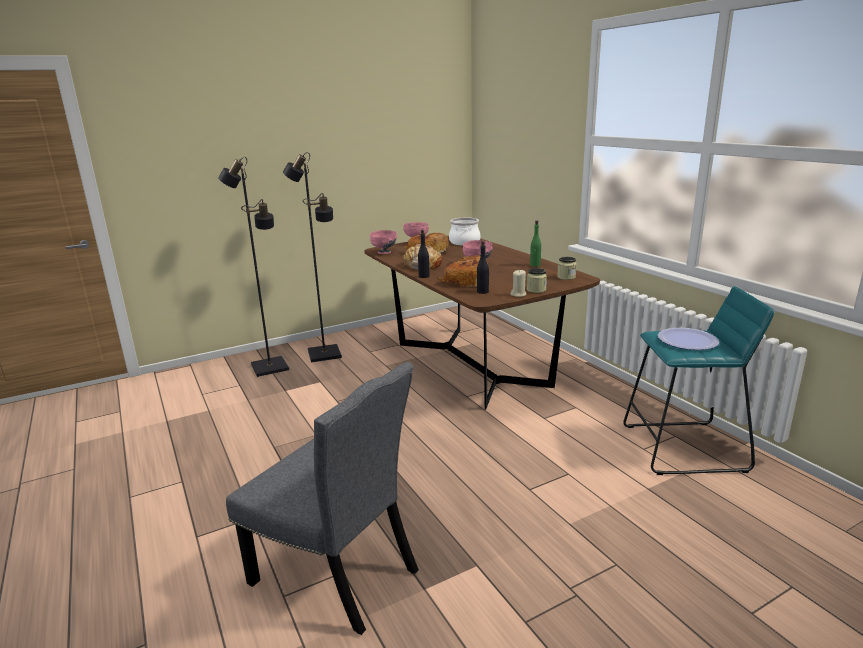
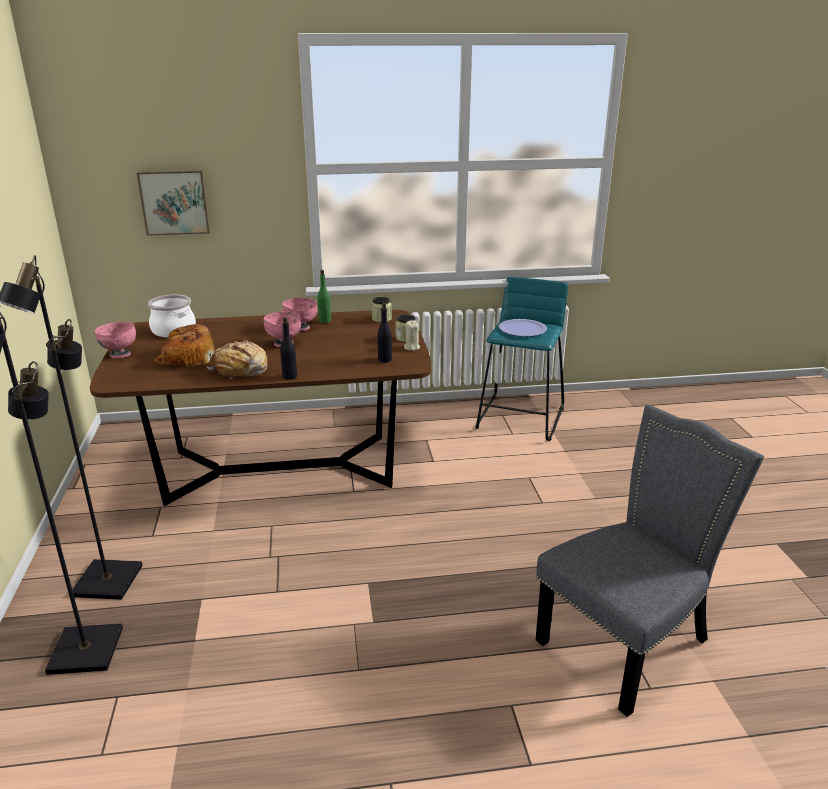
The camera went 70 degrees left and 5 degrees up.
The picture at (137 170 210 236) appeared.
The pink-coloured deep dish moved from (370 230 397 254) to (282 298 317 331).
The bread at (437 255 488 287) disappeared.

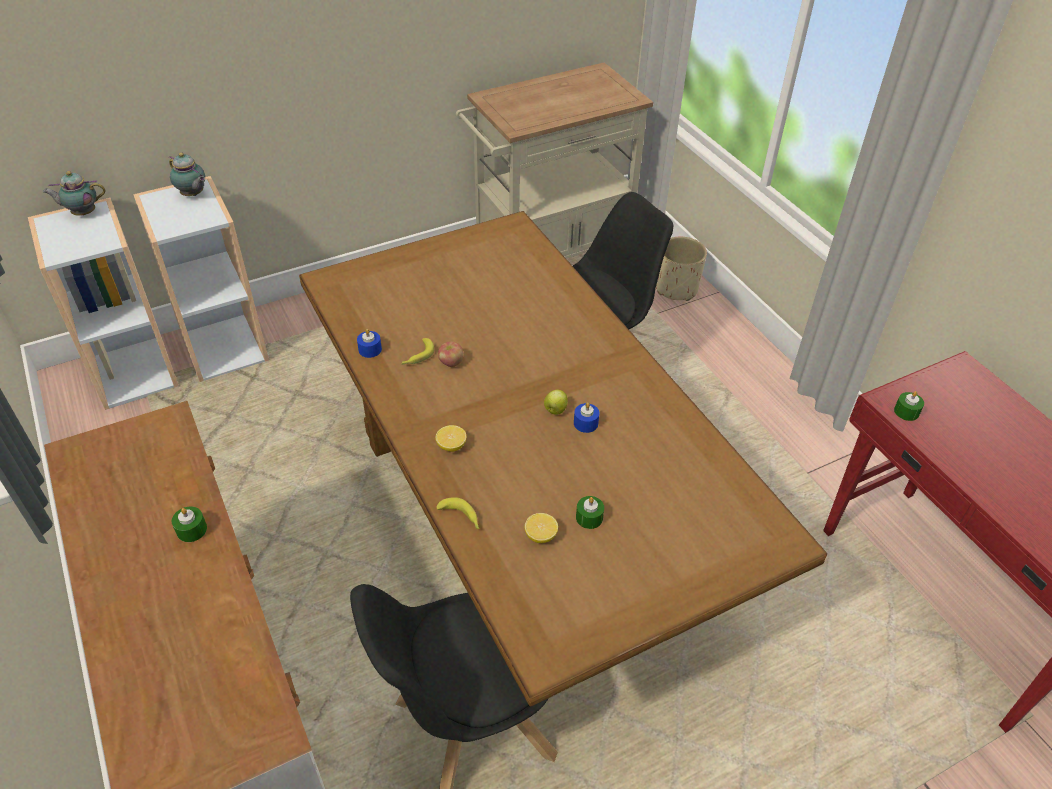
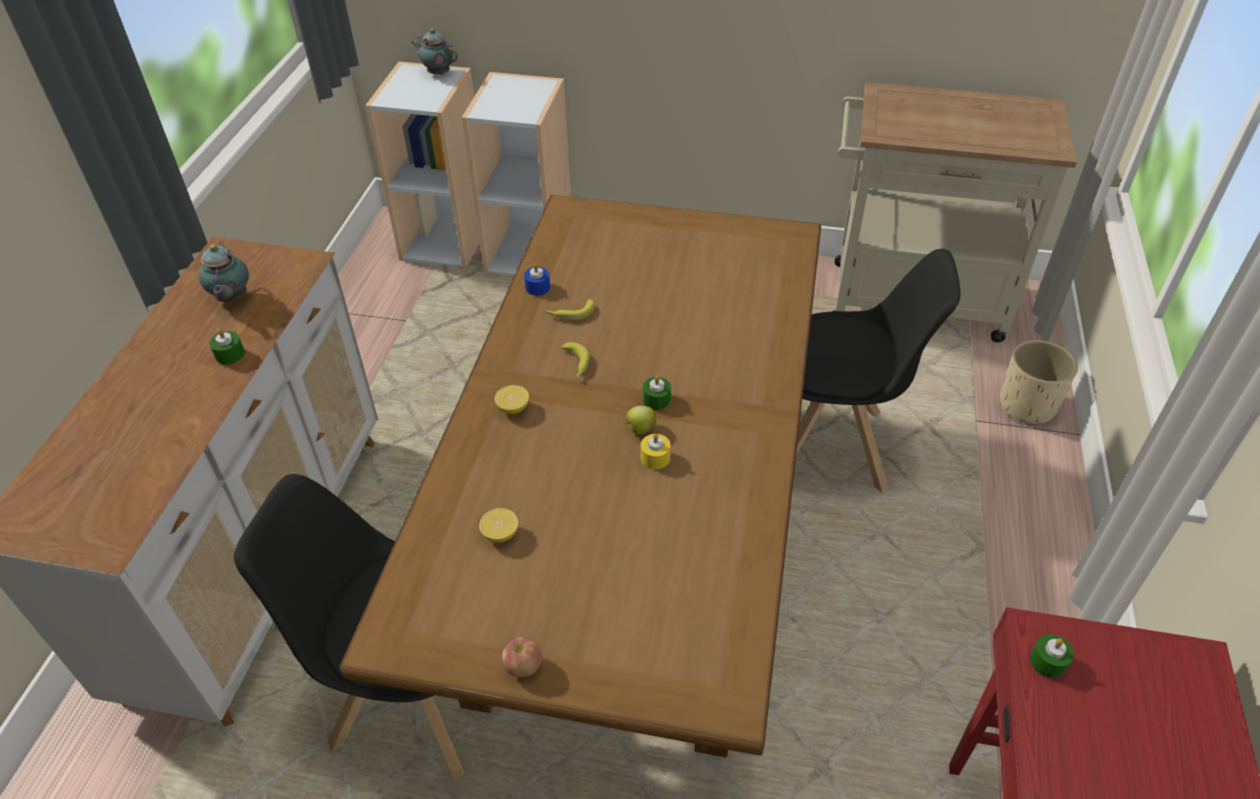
The camera went 40 degrees right and 0 degrees up.
The pot for tea moved from (169 152 205 196) to (199 241 249 302).
The whole apple moved from (438 341 464 367) to (502 637 542 677).
The banana fruit moved from (437 497 479 529) to (562 342 590 378).
The blue-coloured wax candle at (574 403 599 433) became the yellow-coloured wax candle at (641 434 671 469).
The green-coloured wax candle moved from (576 496 604 529) to (643 375 671 410).

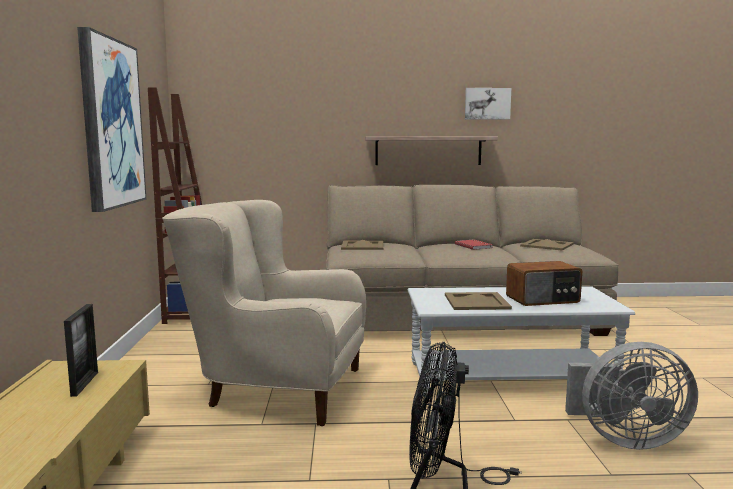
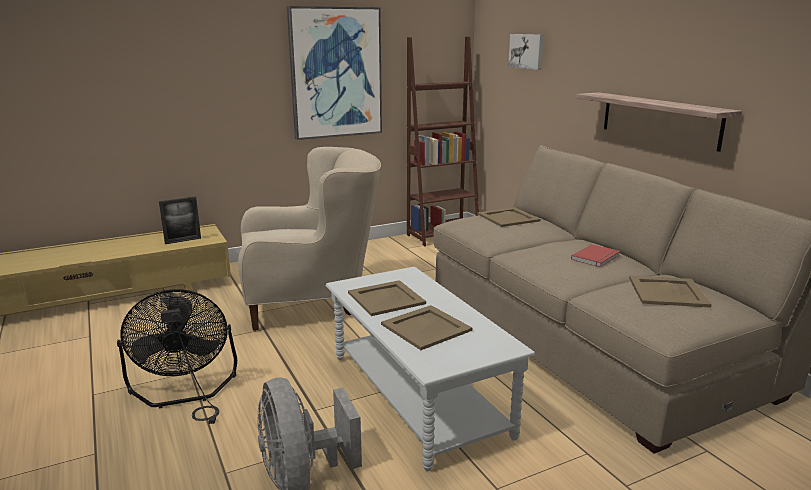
The camera went 65 degrees right and 10 degrees up.
The beige-coloured lounge chair at (162 200 366 426) turned 90 degrees clockwise.
The radio set at (506 261 582 306) was replaced by the beige-coloured serving tray at (381 305 472 350).
The picture moved from (465 88 511 120) to (508 34 544 70).

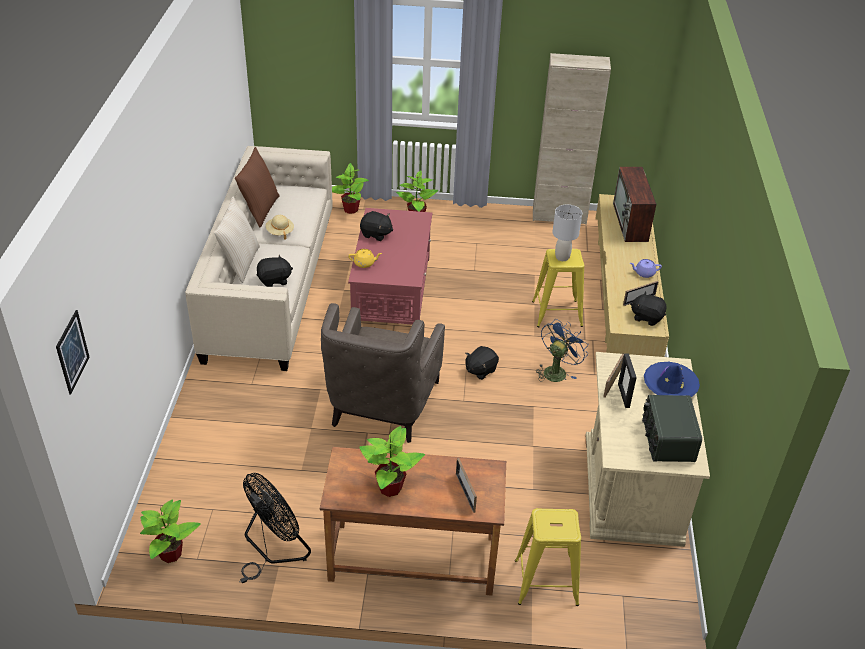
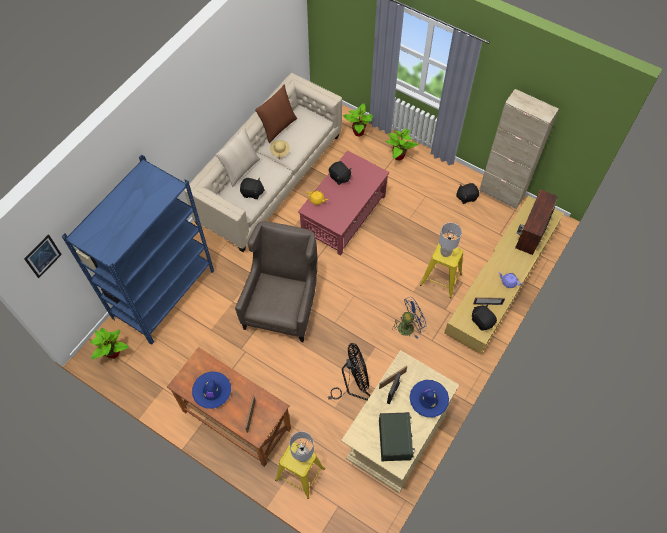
The camera went 30 degrees right and 20 degrees up.
The blue-coloured shelving unit at (62 154 214 345) appeared.
The houseplant at (359 426 425 497) was replaced by the blue-coloured wearable hat at (192 372 231 409).
The gray lounge chair at (321 303 445 443) turned 150 degrees clockwise.
The gray tabletop lamp at (289 431 314 462) appeared.
The black cooling fan moved from (239 473 311 583) to (328 343 371 400).
The radio set at (642 395 702 462) turned 150 degrees clockwise.
The black soft toy moved from (465 346 499 380) to (456 183 479 204).

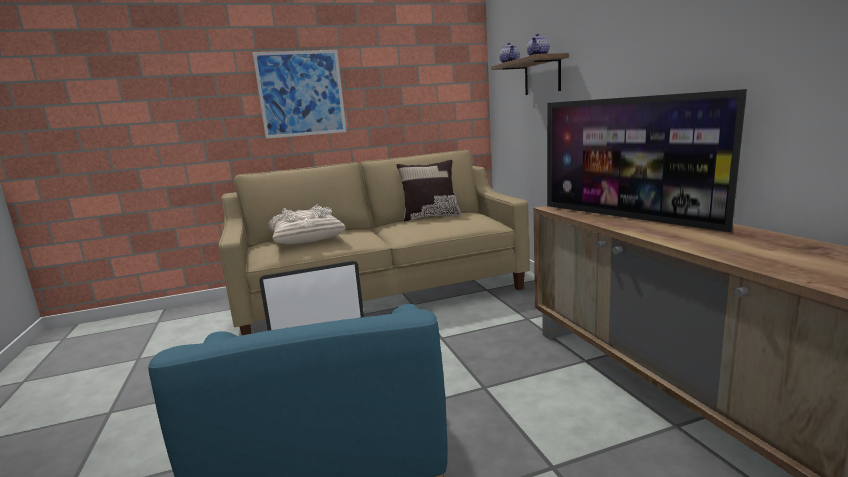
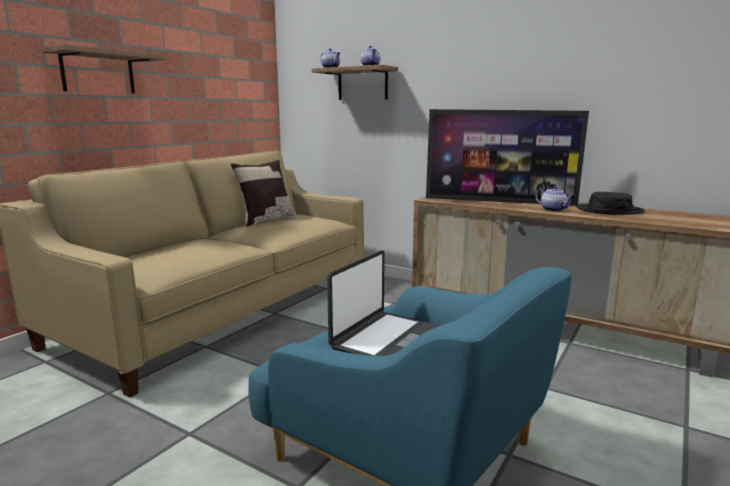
The camera went 40 degrees left and 0 degrees up.
The picture at (253 50 346 139) was replaced by the wall shelf at (41 44 166 93).
The pot for tea at (535 186 575 212) appeared.
The black wearable hat at (576 192 645 215) appeared.
The beige-coloured throw pillow at (267 205 346 244) disappeared.

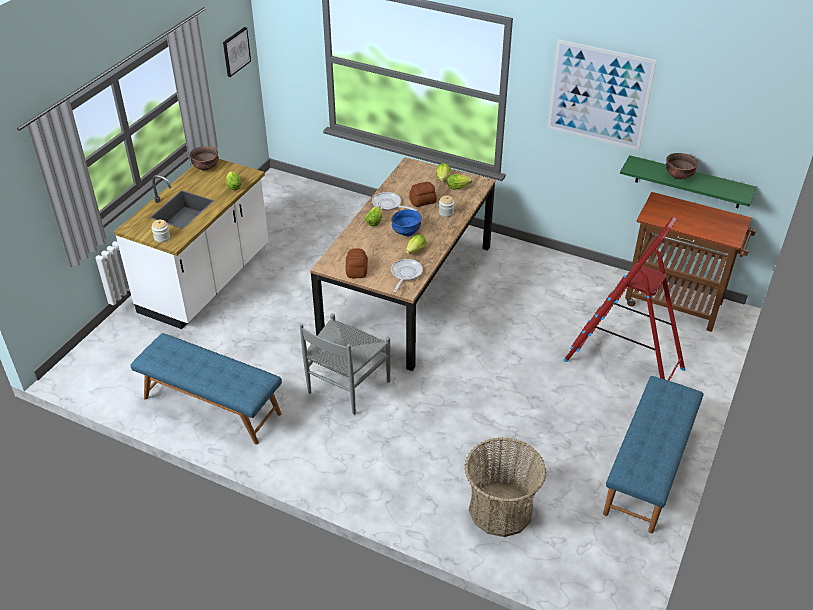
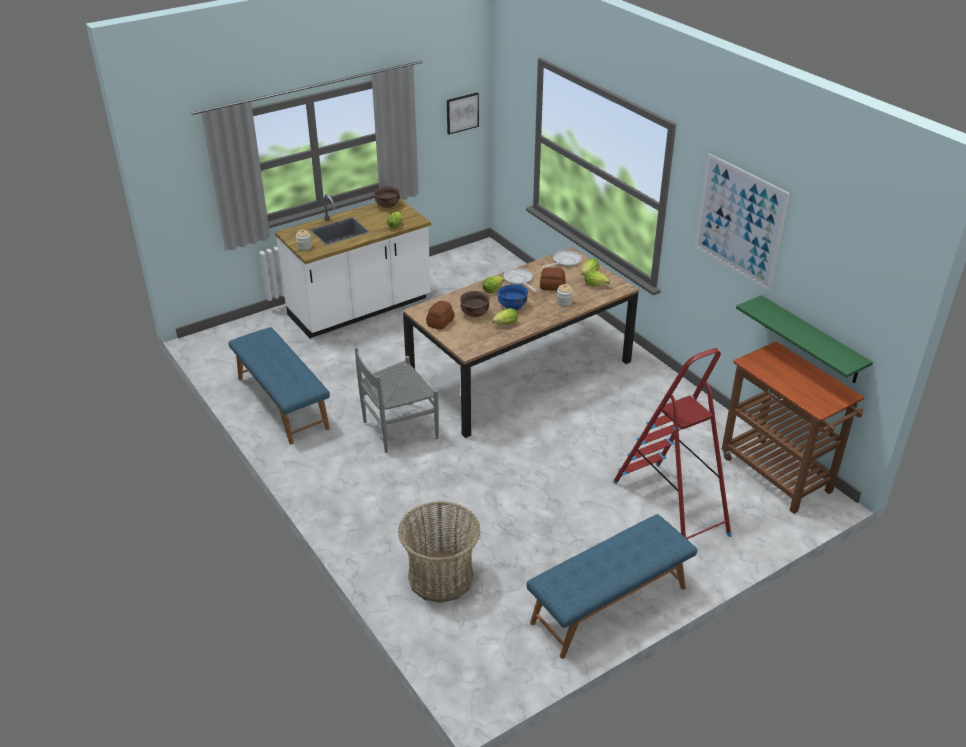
The camera went 30 degrees right and 5 degrees down.
The brownish deep dish moved from (666 153 698 179) to (460 291 490 317).
The pan moved from (391 259 423 292) to (542 250 582 268).

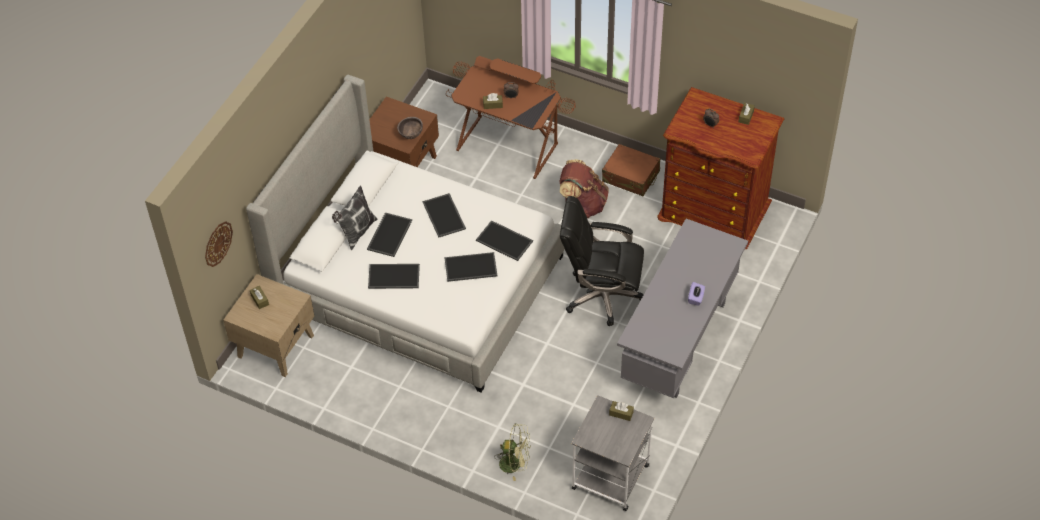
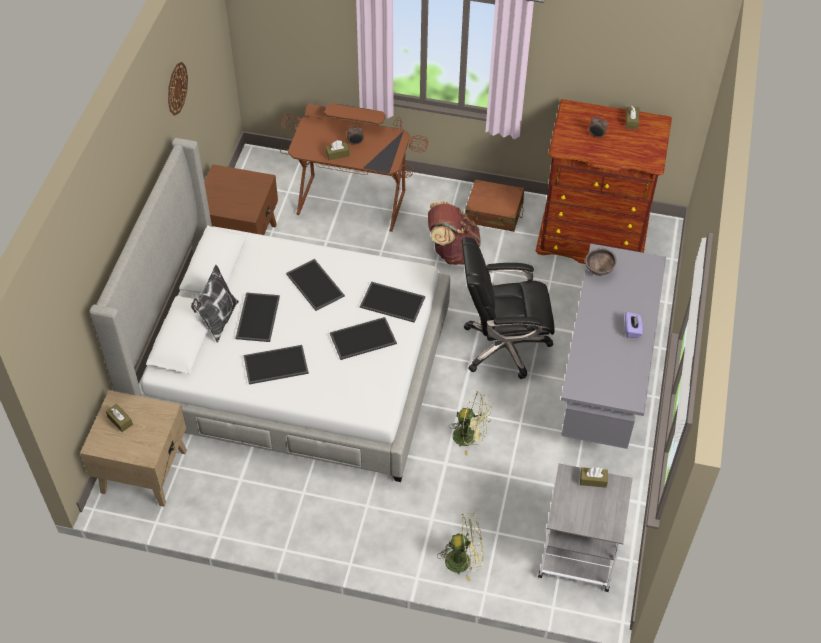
The camera went 15 degrees left and 0 degrees up.
The clock on the wall moved from (205 221 233 267) to (168 62 188 116).
The green-coloured cooling fan at (449 392 492 455) appeared.
The brownish deep dish moved from (397 117 423 139) to (585 248 617 276).

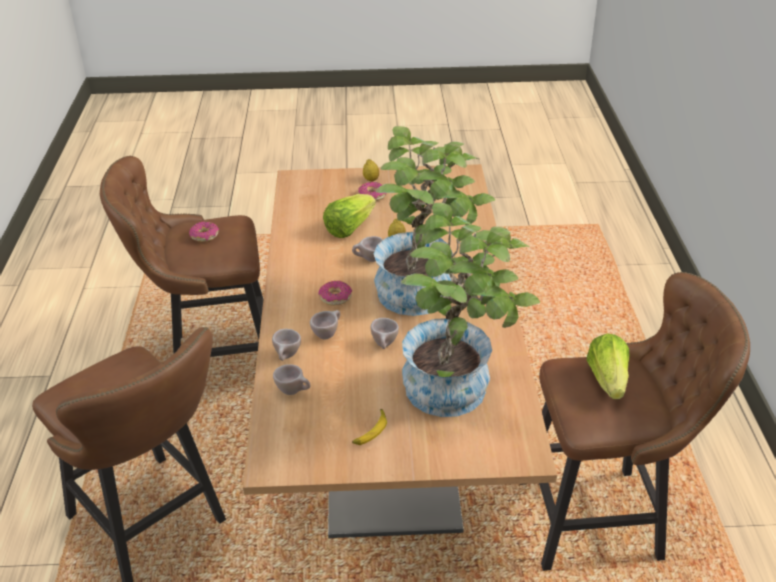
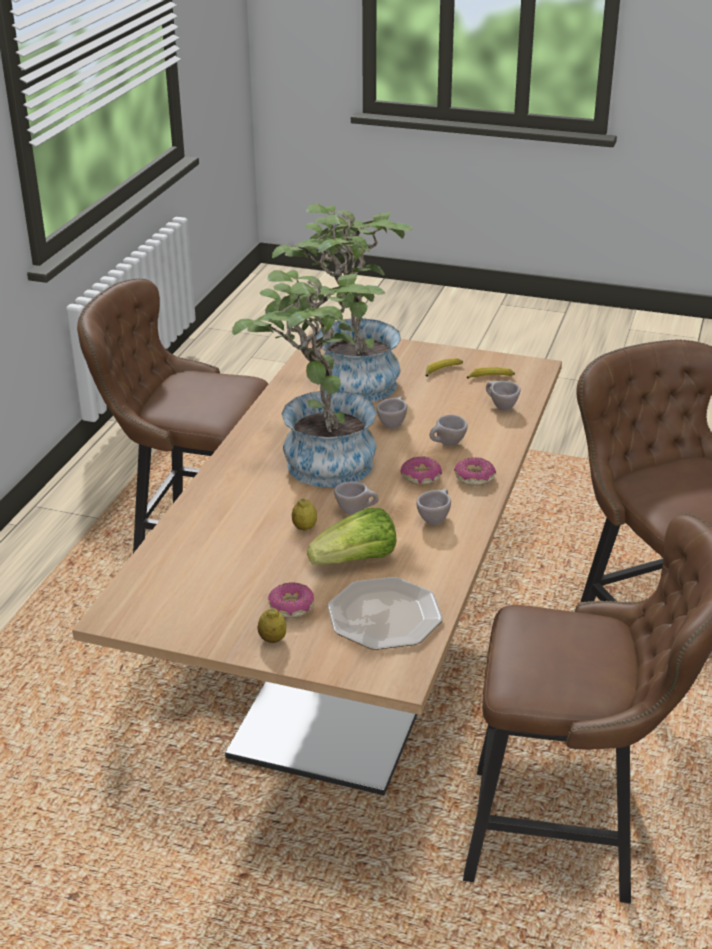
The camera went 160 degrees left and 5 degrees down.
The plate at (327 577 443 650) appeared.
The beige-coloured drinking cup moved from (272 329 301 361) to (417 489 451 525).
The doughnut moved from (189 221 219 242) to (454 457 496 486).
The banana fruit at (467 367 515 379) appeared.
The lettuce head at (587 333 630 399) disappeared.

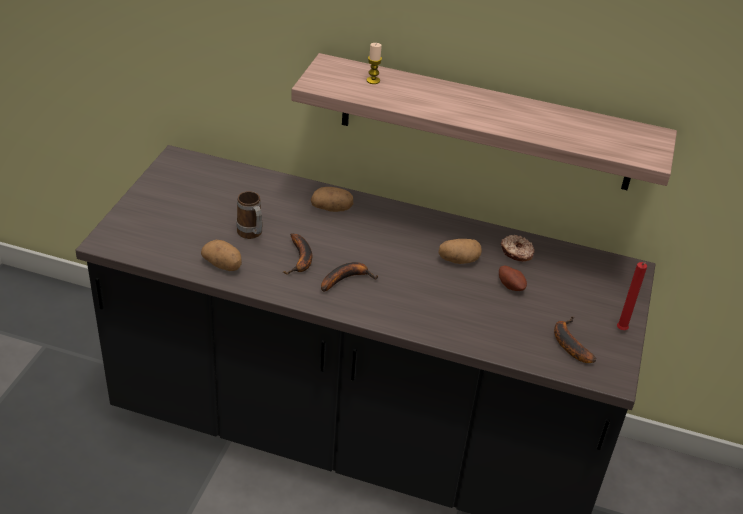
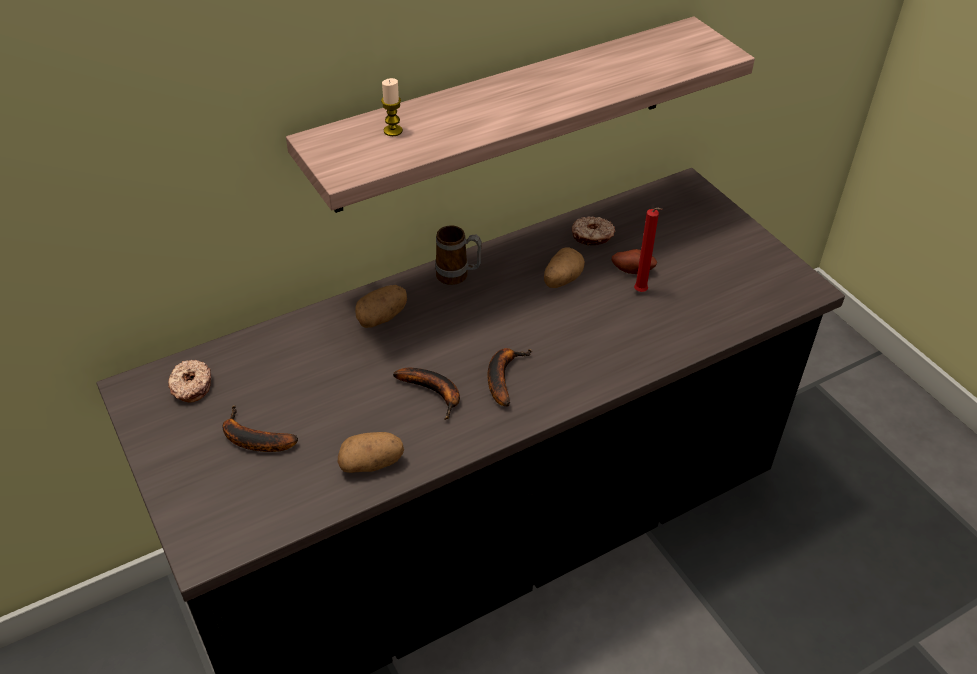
The camera went 45 degrees left and 5 degrees up.
The doughnut at (168 360 211 403) appeared.
The banana fruit moved from (554 317 596 363) to (222 406 298 452).
The mug moved from (236 191 263 239) to (435 225 482 285).
The reddish wax candle moved from (617 262 647 330) to (634 208 663 292).

